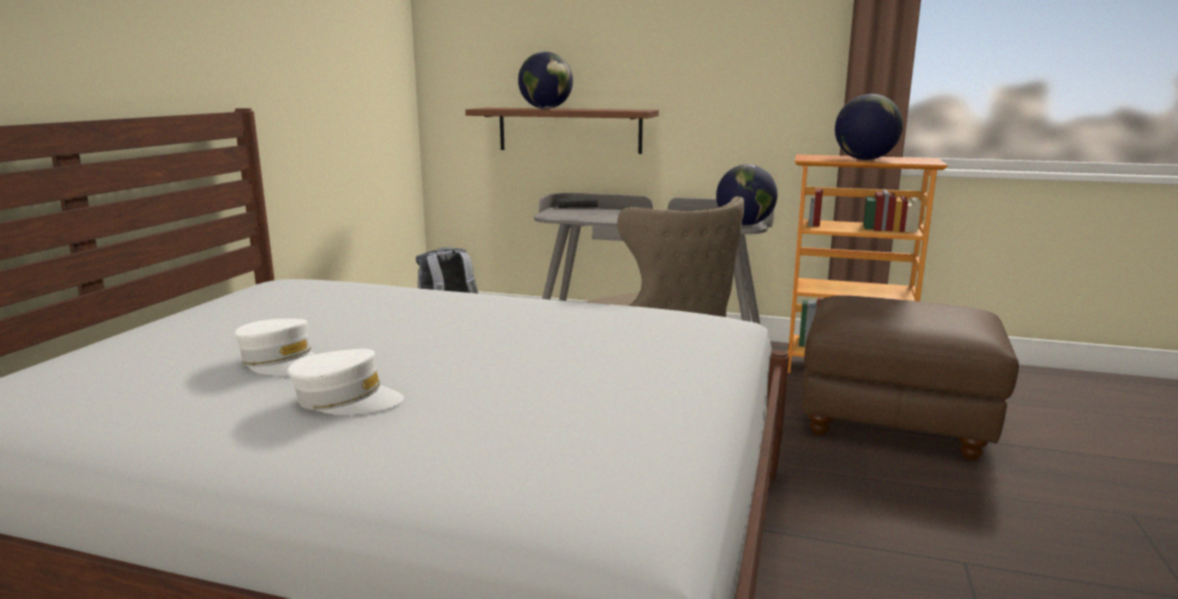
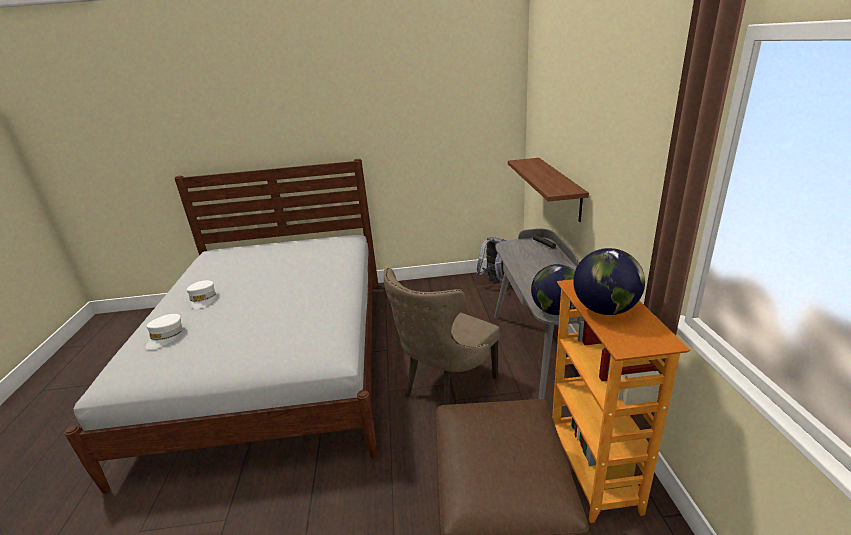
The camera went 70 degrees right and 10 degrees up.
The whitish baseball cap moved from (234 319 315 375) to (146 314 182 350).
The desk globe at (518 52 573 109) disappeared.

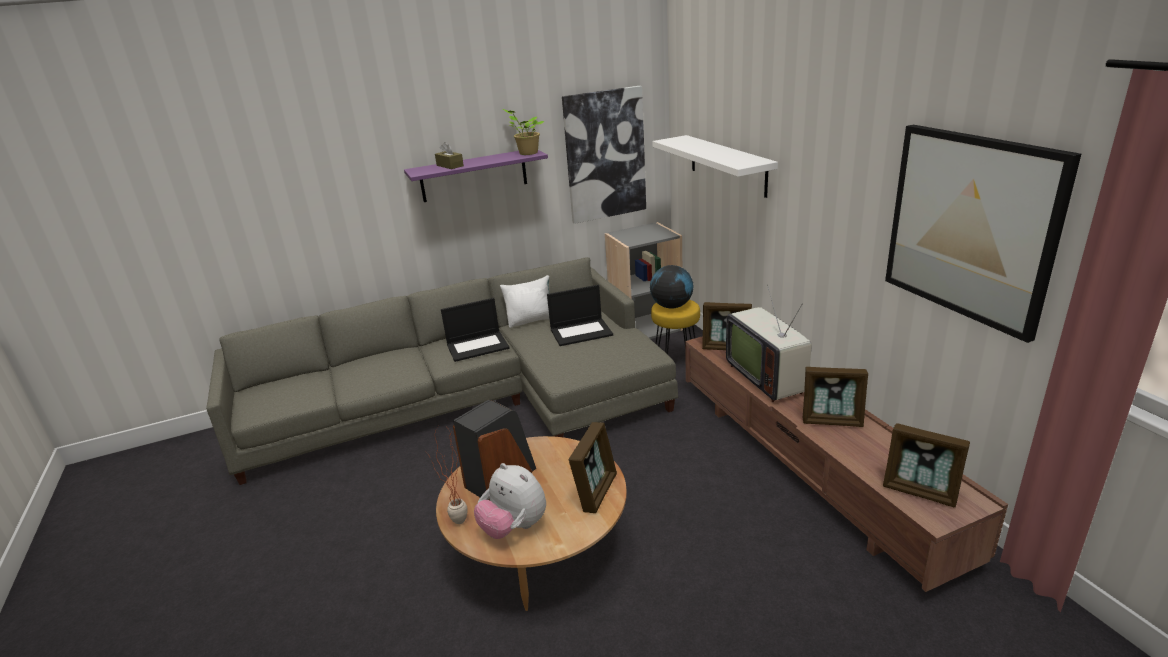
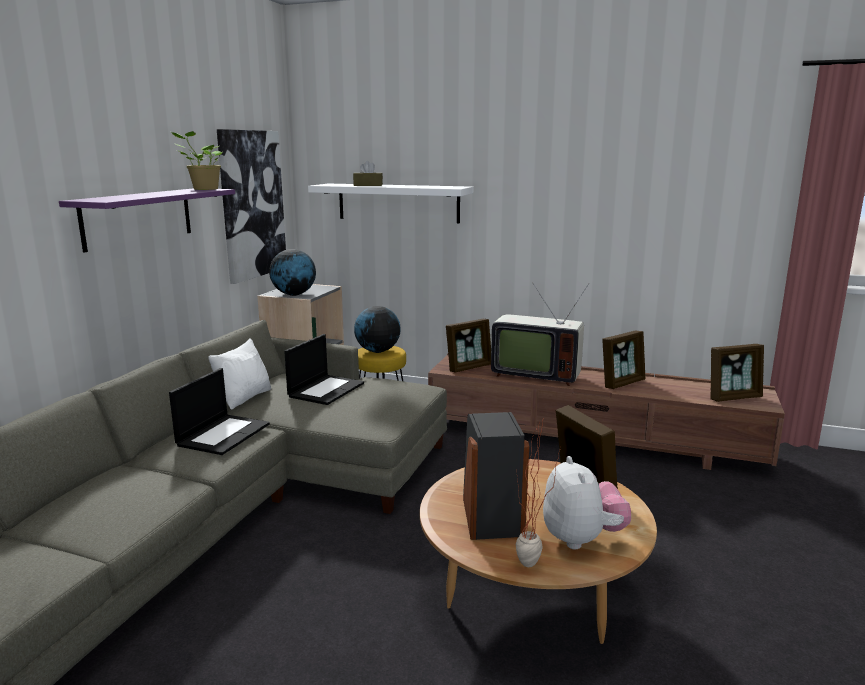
The camera went 50 degrees left and 10 degrees down.
The desk globe at (269 249 316 296) appeared.
The brownish box of tissues moved from (435 142 464 169) to (353 161 383 186).
The soft toy at (474 463 546 539) turned 90 degrees counterclockwise.
The picture at (885 125 1081 343) disappeared.

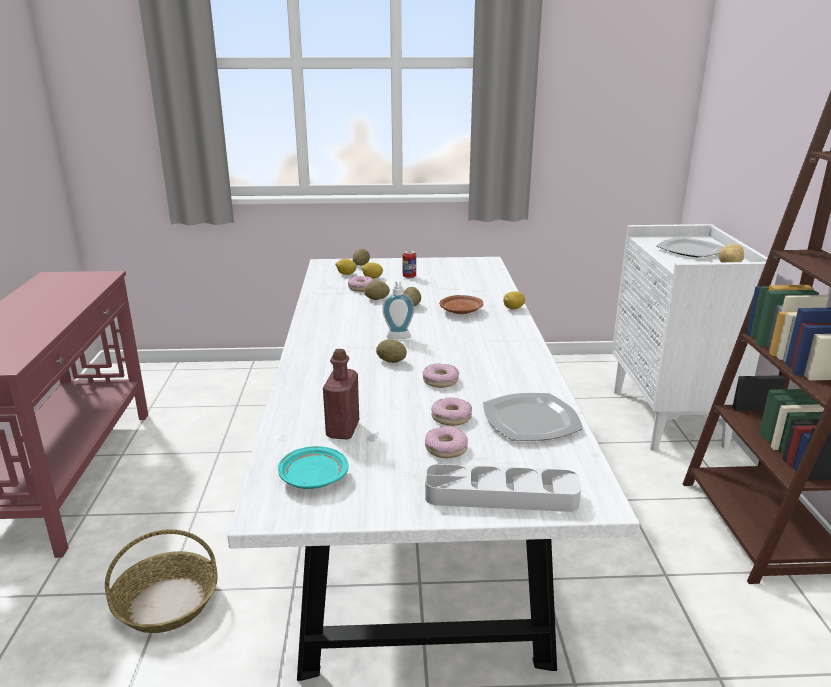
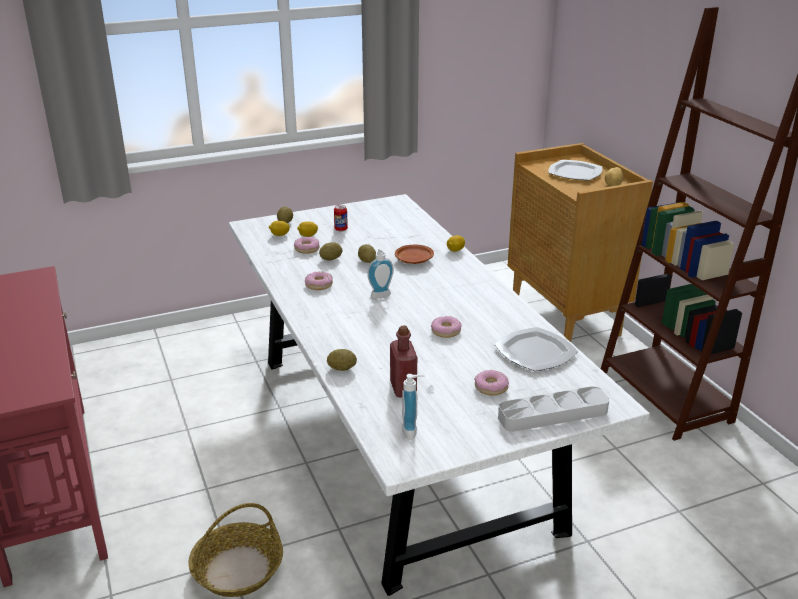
The camera went 20 degrees left and 5 degrees up.
The doughnut moved from (431 397 472 426) to (305 272 333 290).
The whole potato moved from (376 339 407 363) to (327 349 357 371).
The turquoise plate at (278 446 349 489) was replaced by the soap bottle at (402 374 425 440).
The whitish cabinet at (612 224 779 451) became the brownish cabinet at (508 143 653 342).

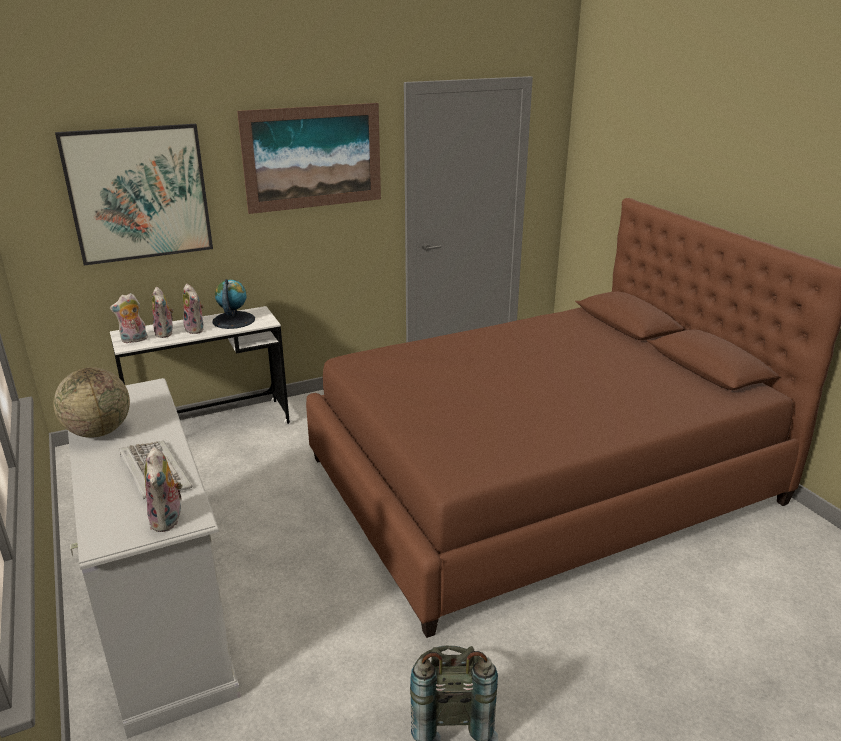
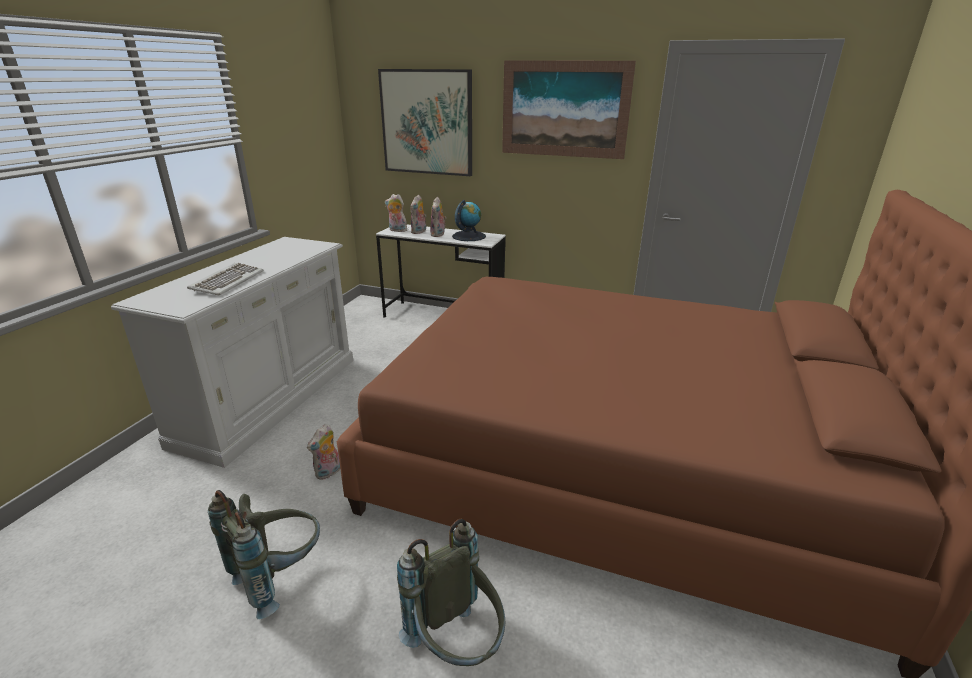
The camera went 45 degrees right and 0 degrees up.
The soft toy moved from (144 447 182 532) to (307 424 340 480).
The gray knapsack at (397 519 505 666) appeared.
The desk globe at (53 367 130 438) disappeared.

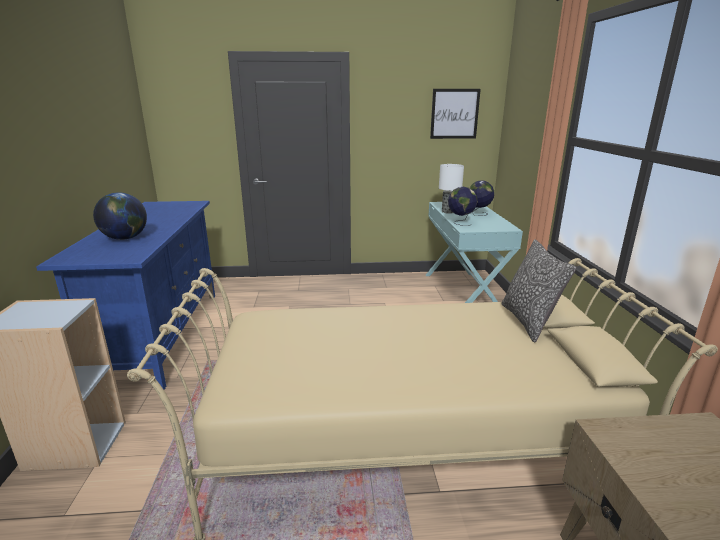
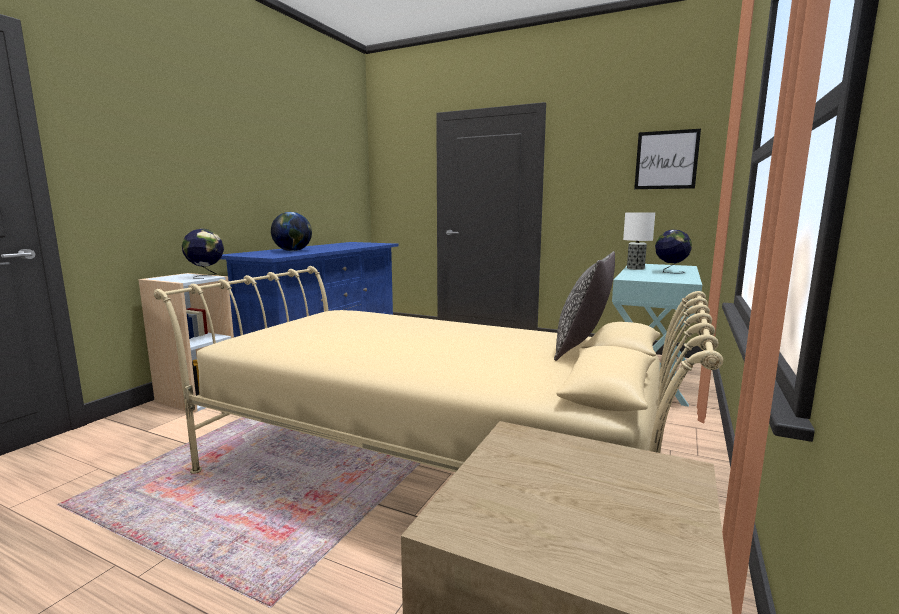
The camera went 30 degrees right and 10 degrees down.
The desk globe moved from (448 187 477 226) to (182 229 224 279).

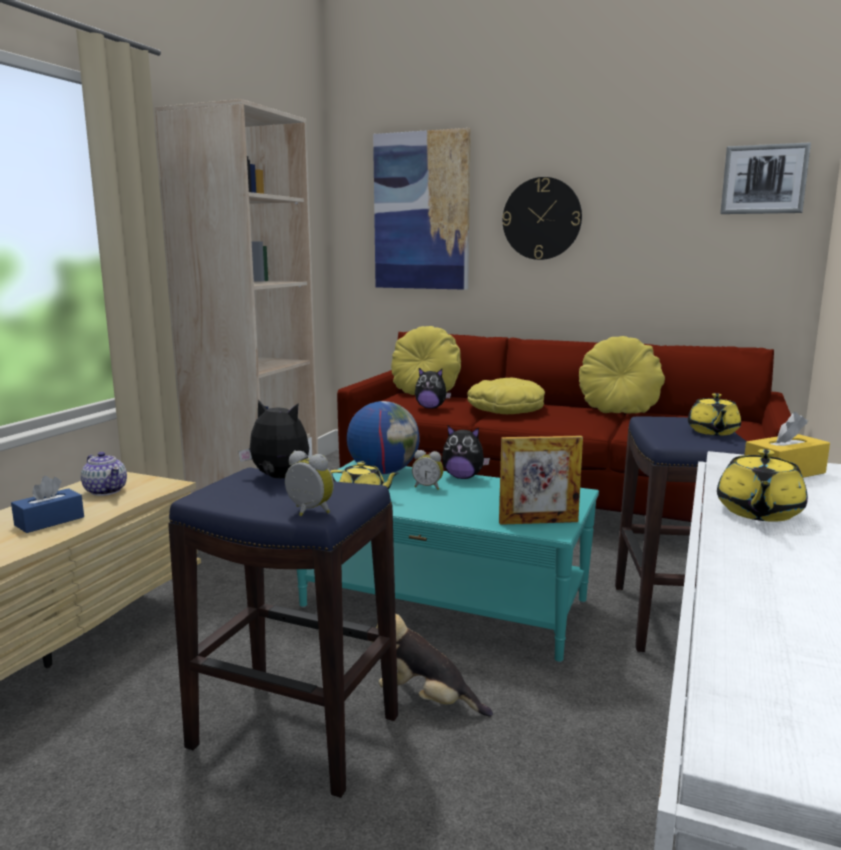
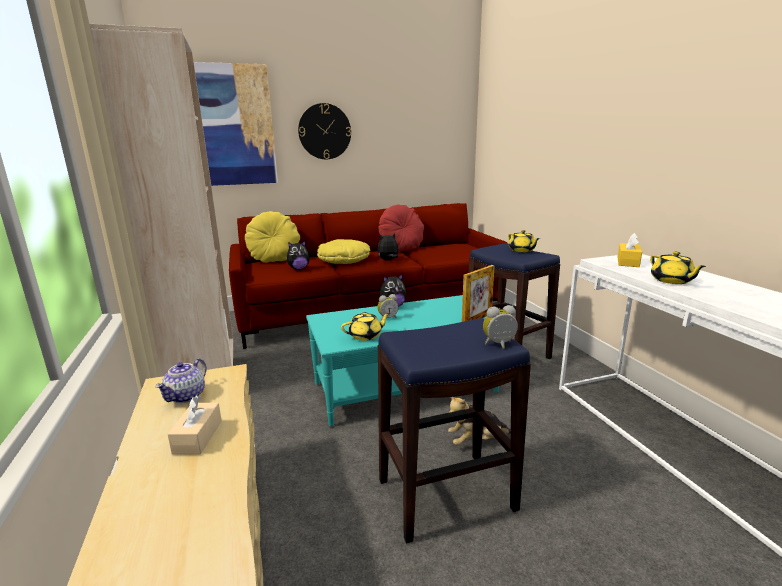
The camera went 40 degrees left and 5 degrees up.
The pot for tea at (81 452 127 496) turned 105 degrees clockwise.
The blue-coloured box of tissues at (11 476 84 533) became the beige-coloured box of tissues at (167 395 222 455).
The soft toy moved from (238 400 309 478) to (377 233 398 260).
The yellow-coloured throw pillow at (579 336 665 414) became the reddish throw pillow at (378 204 424 252).
The desk globe at (347 401 420 474) disappeared.
The picture at (720 142 811 214) disappeared.

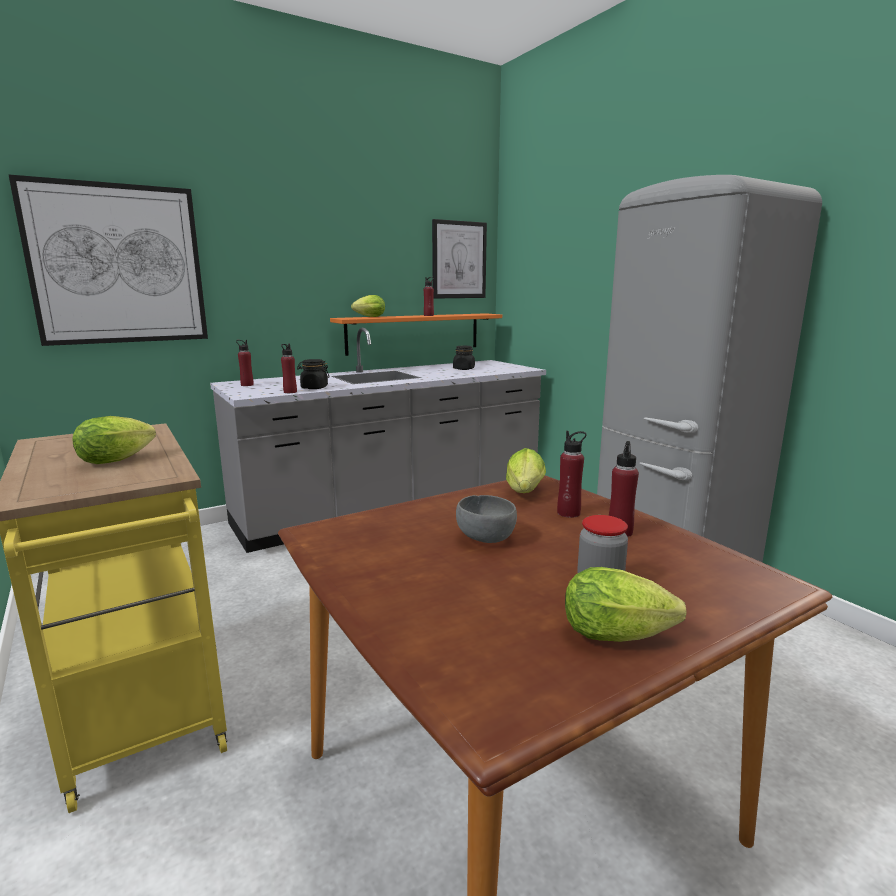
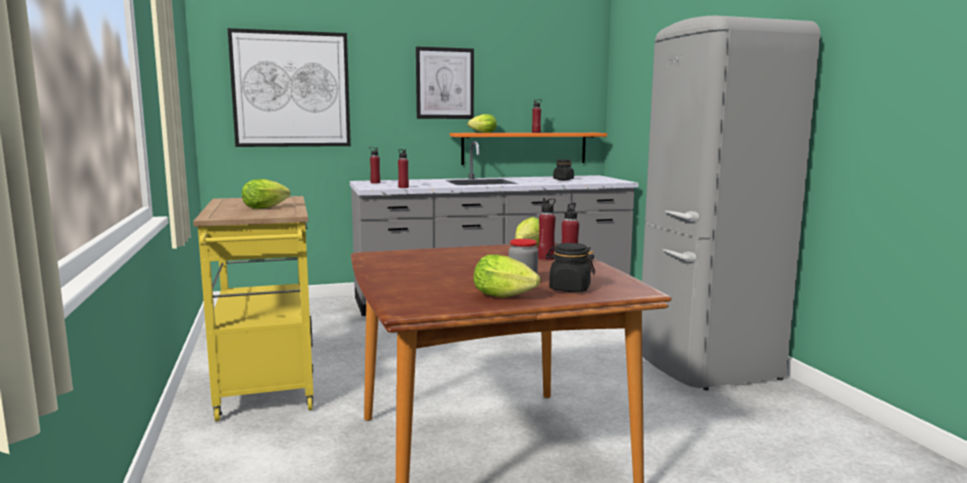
The camera went 15 degrees right and 5 degrees down.
The picture moved from (432 219 487 299) to (416 46 474 119).
The black jar moved from (297 359 330 389) to (545 243 595 292).
The gray deep dish at (456 495 517 543) disappeared.

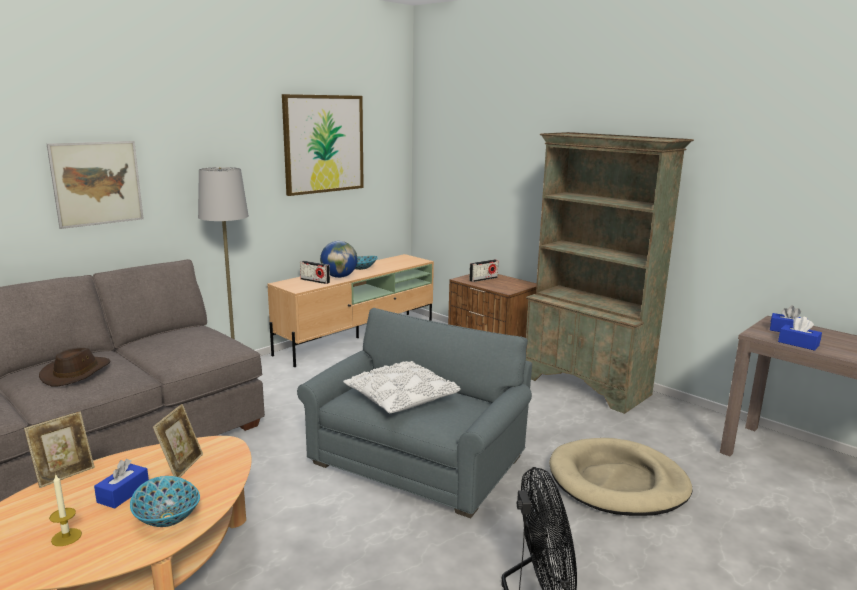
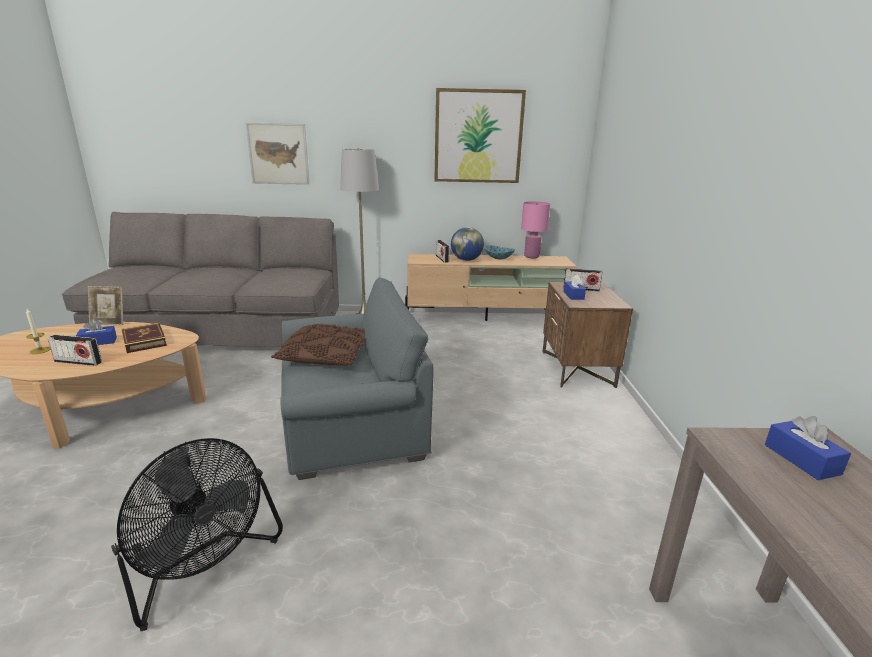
The camera went 45 degrees right and 5 degrees up.
The deep dish at (130 476 200 527) was replaced by the radio set at (47 335 102 366).
The picture frame at (153 404 203 478) was replaced by the bound book at (122 323 167 353).
The whitish throw pillow at (343 361 460 413) became the brownish throw pillow at (271 324 365 366).
The pink-coloured tabletop lamp at (521 201 550 259) appeared.
The blue-coloured box of tissues moved from (778 317 822 351) to (563 275 586 300).
The brownish wearable hat at (39 348 110 387) disappeared.
The green-coloured shelving unit at (526 132 694 414) disappeared.
The beige-coloured dog bed at (549 438 692 516) disappeared.

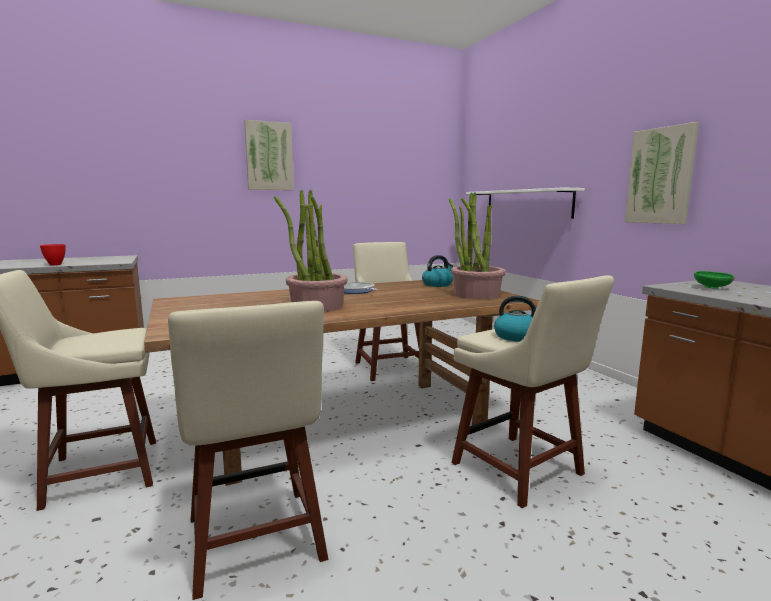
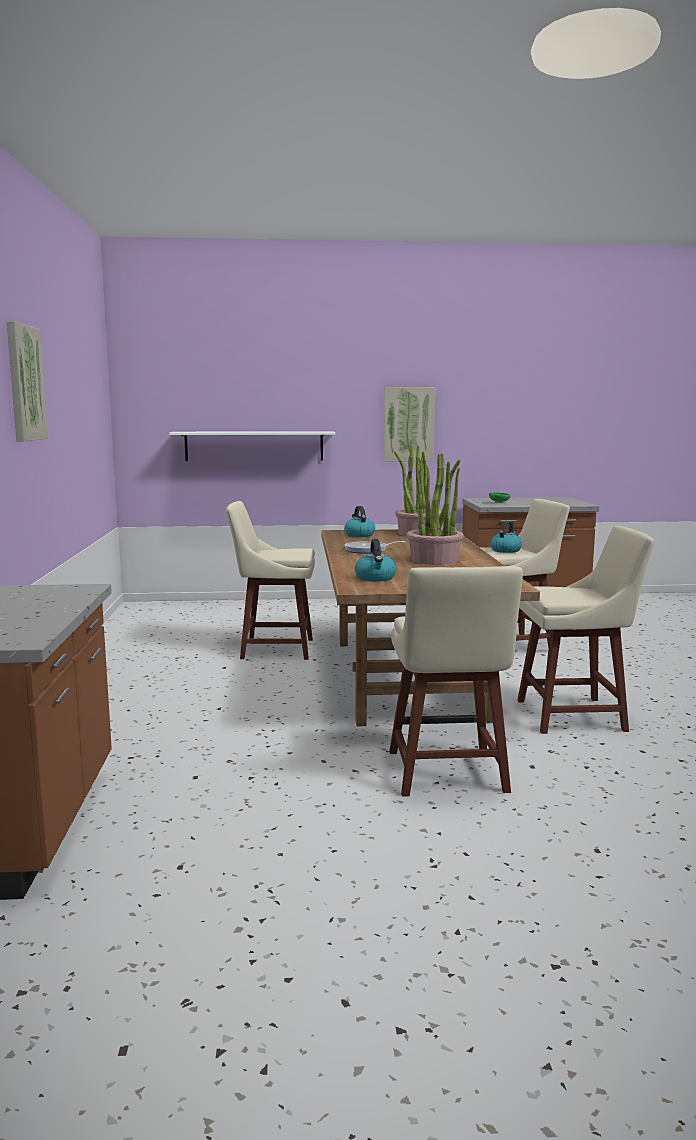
The camera went 70 degrees left and 0 degrees up.
The water kettle at (355 539 396 581) appeared.
The reddish deep dish at (40 244 65 265) disappeared.

